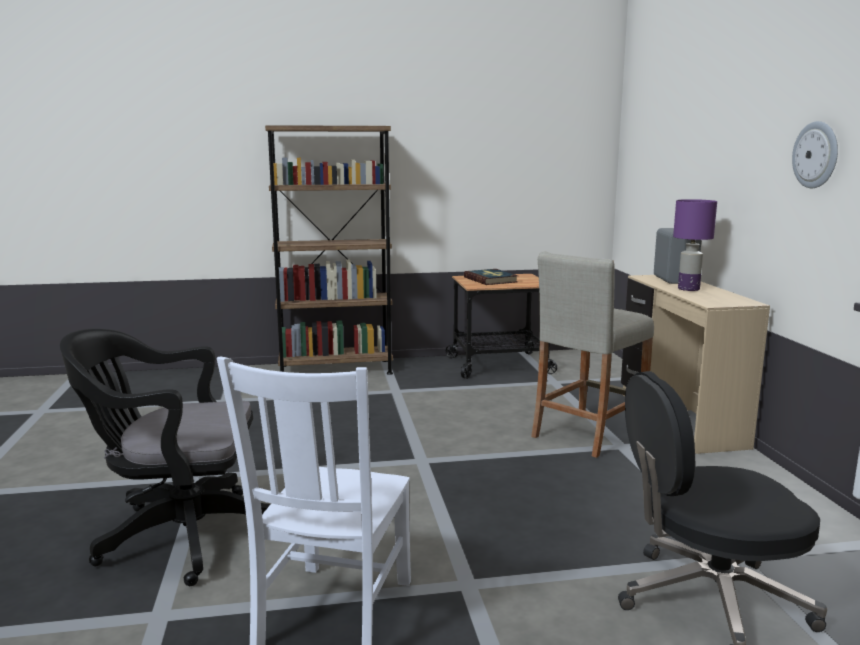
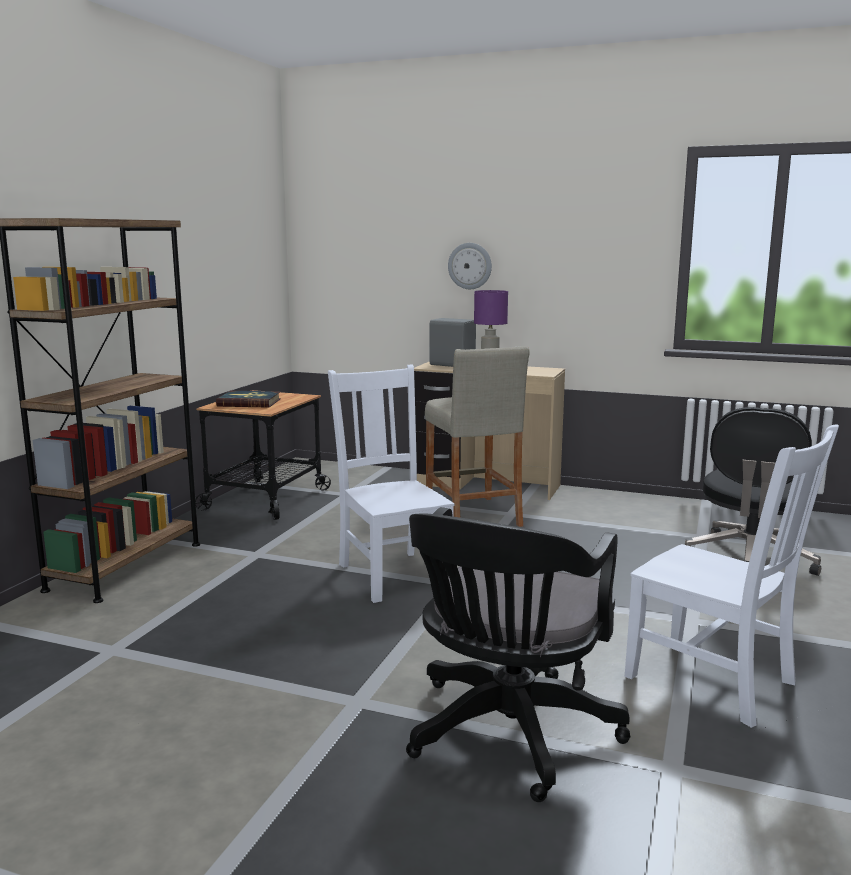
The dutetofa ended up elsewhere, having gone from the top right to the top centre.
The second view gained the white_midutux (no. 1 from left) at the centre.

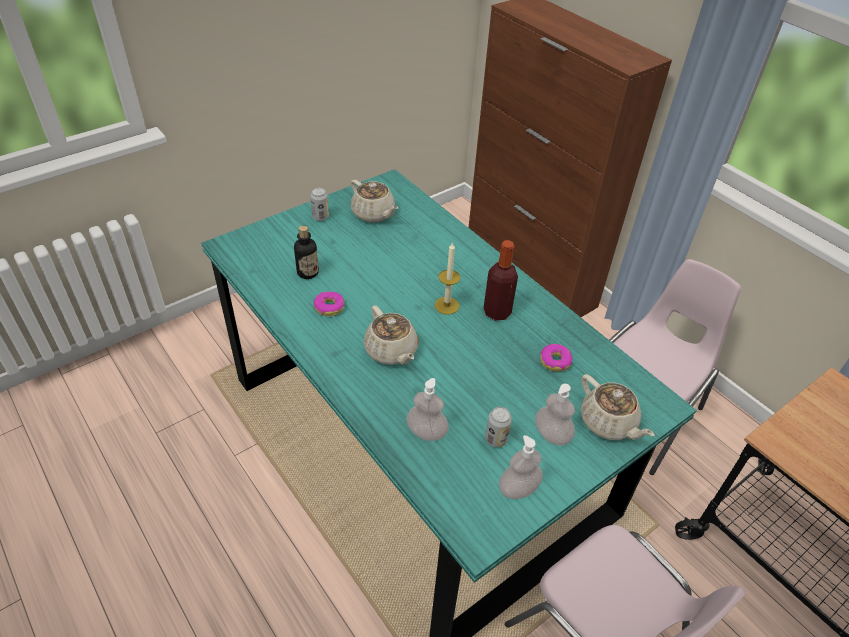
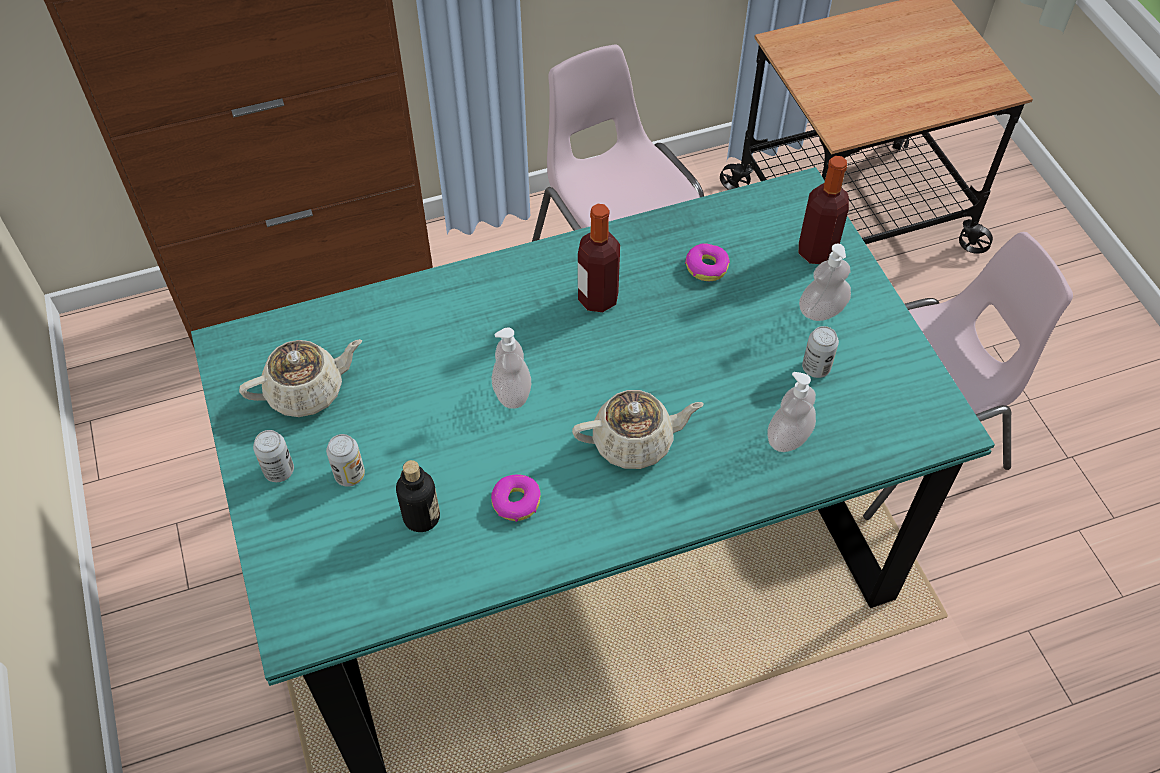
The second view lost the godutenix at the centre.
The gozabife (no. 2 from left in the first image) ended up elsewhere, having gone from the bottom centre to the centre.
Where the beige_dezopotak (no. 3 from left) stood at the middle right, the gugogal (no. 3 from left) came to stand at the top right.
The second view gained the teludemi (no. 2 from left) at the middle left.

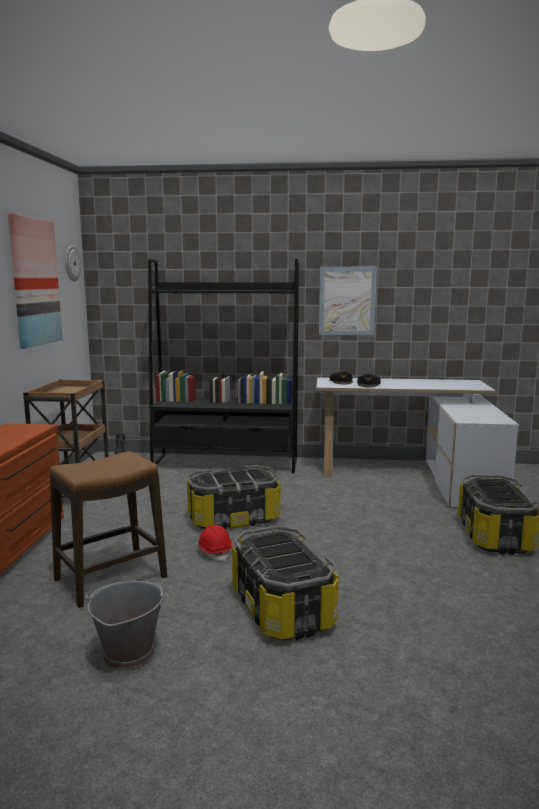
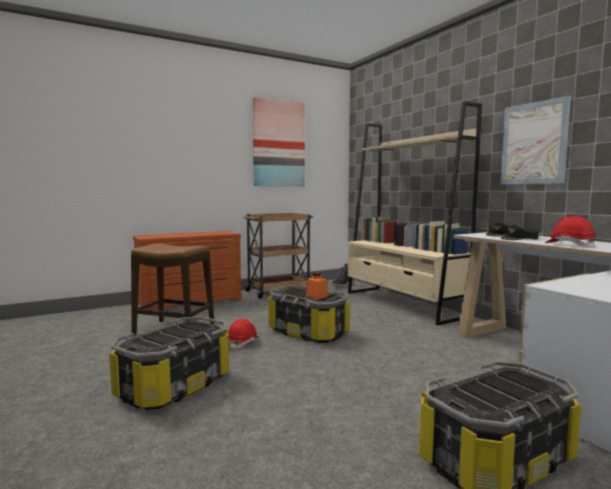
The second view lost the dutetofa at the top left.
The second view lost the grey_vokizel at the bottom left.
What was the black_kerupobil at the centre turned into the beige_kerupobil at the middle right.
The second view gained the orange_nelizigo at the centre.
The second view gained the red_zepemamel (no. 2 from left) at the middle right.

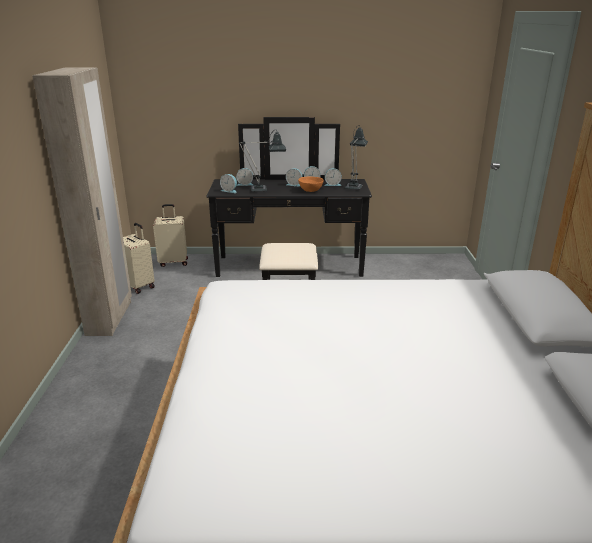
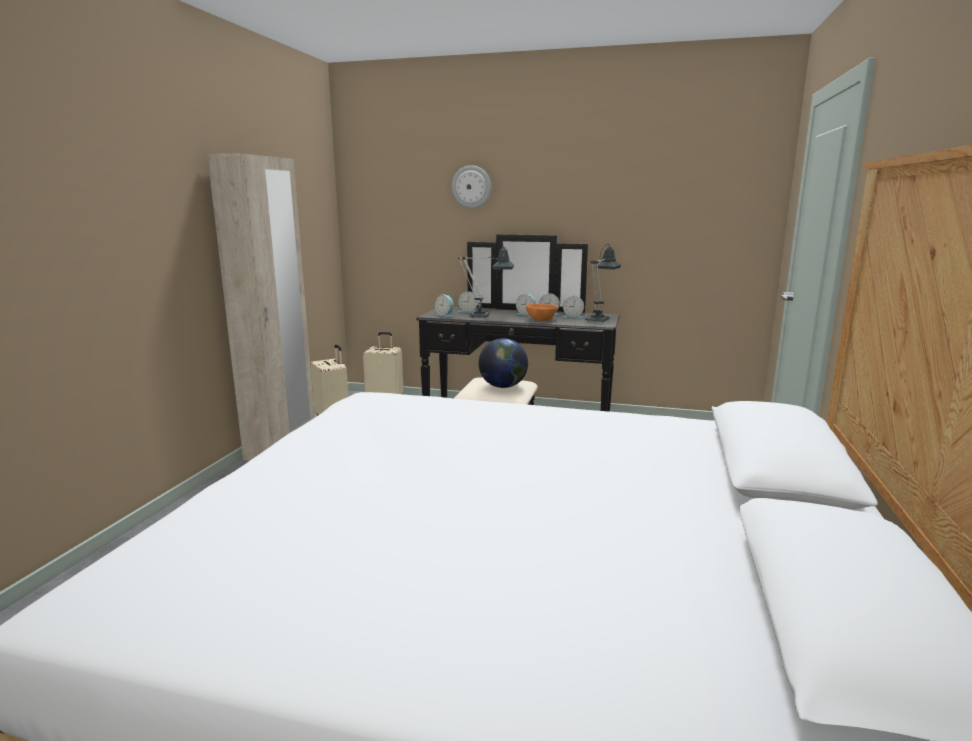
The second view gained the dutetofa at the top centre.
The second view gained the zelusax at the centre.

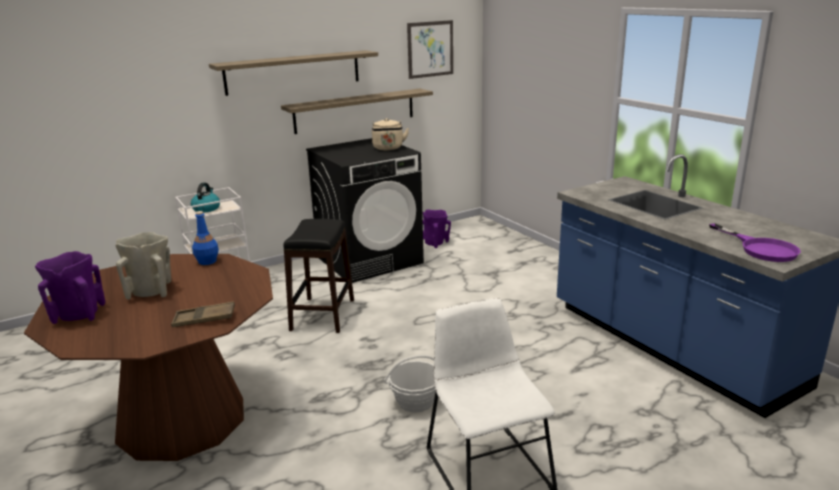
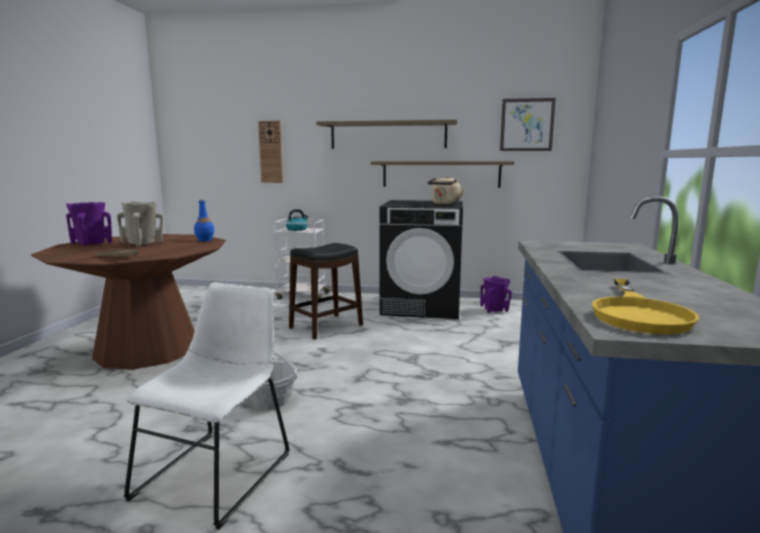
What was the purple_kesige at the middle right turned into the yellow_kesige at the middle right.
The second view gained the dutetofa at the top centre.

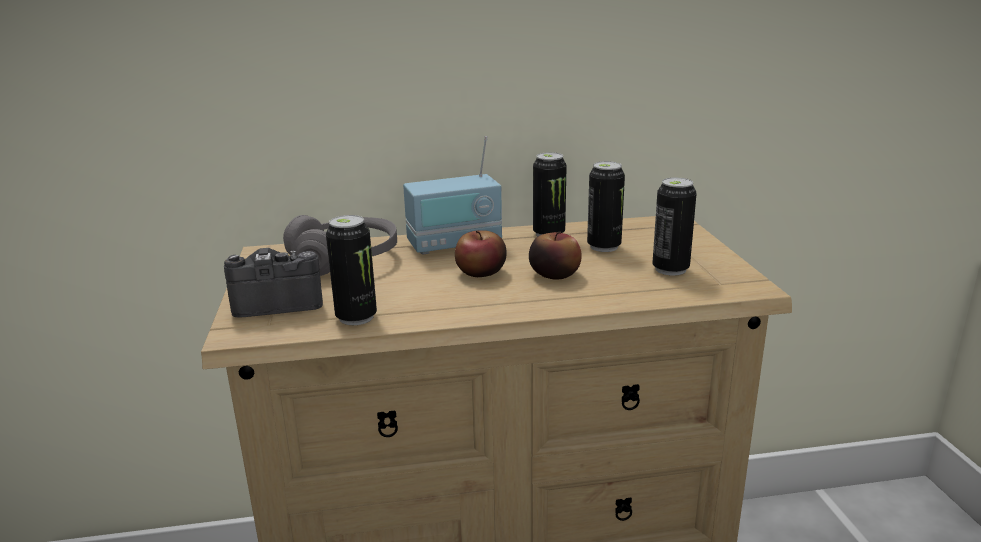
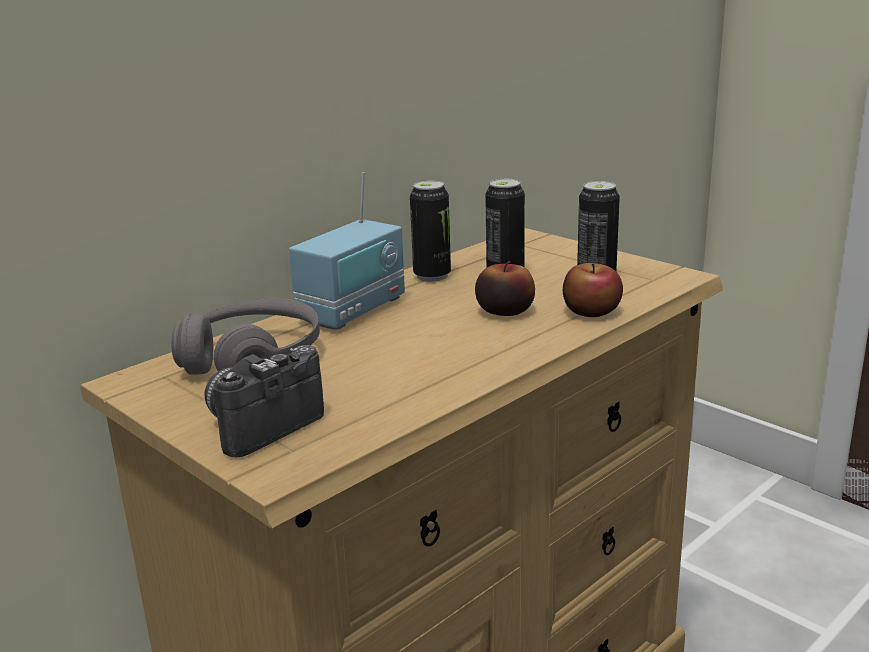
The second view lost the teludemi (no. 1 from left) at the centre.
The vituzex (no. 1 from left in the first image) ended up elsewhere, having gone from the centre to the middle right.

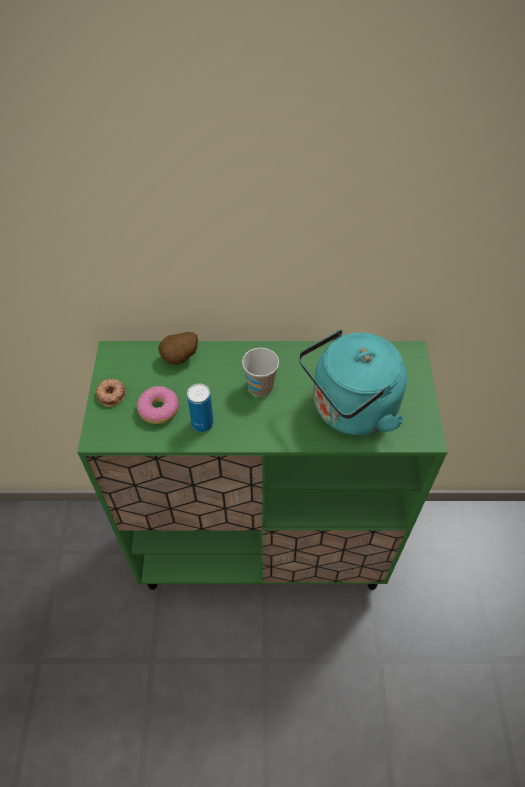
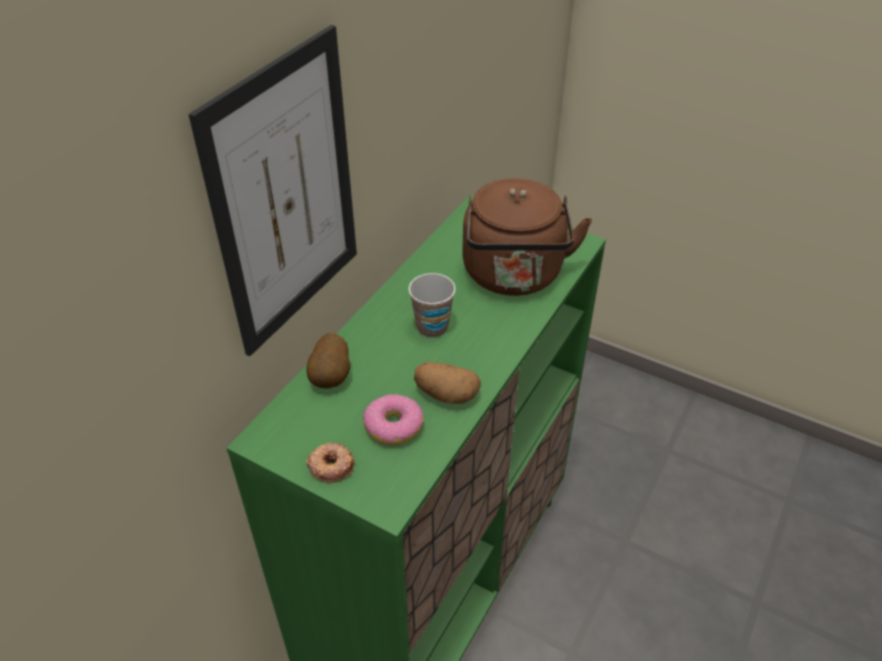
Where the teludemi stood at the centre, the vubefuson (no. 2 from left) came to stand at the centre.
What was the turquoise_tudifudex at the middle right turned into the brown_tudifudex at the centre.
The second view gained the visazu at the top left.

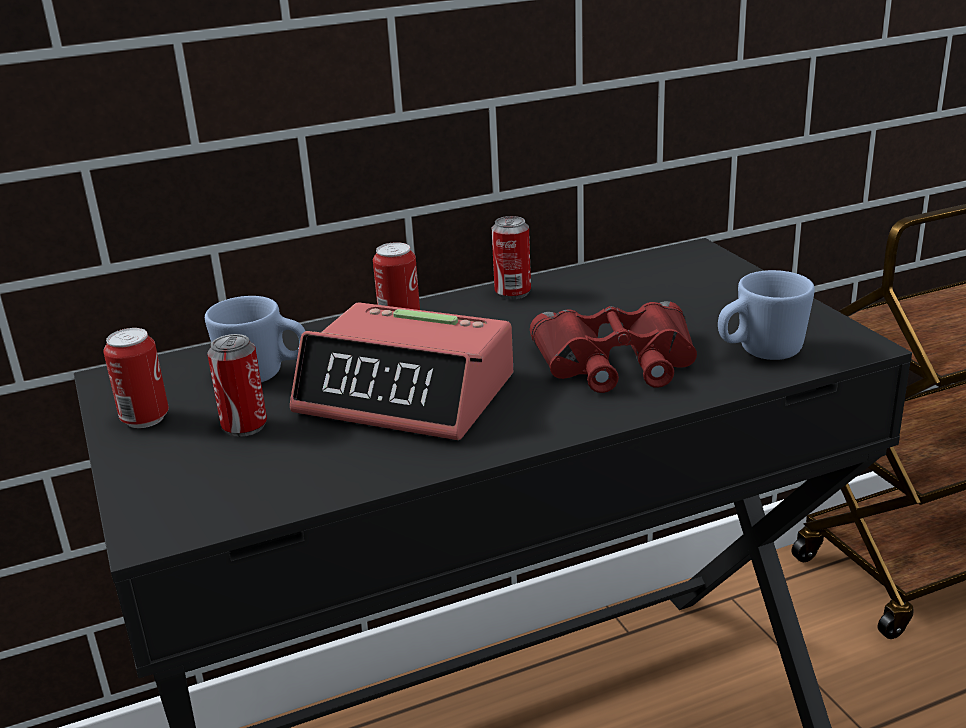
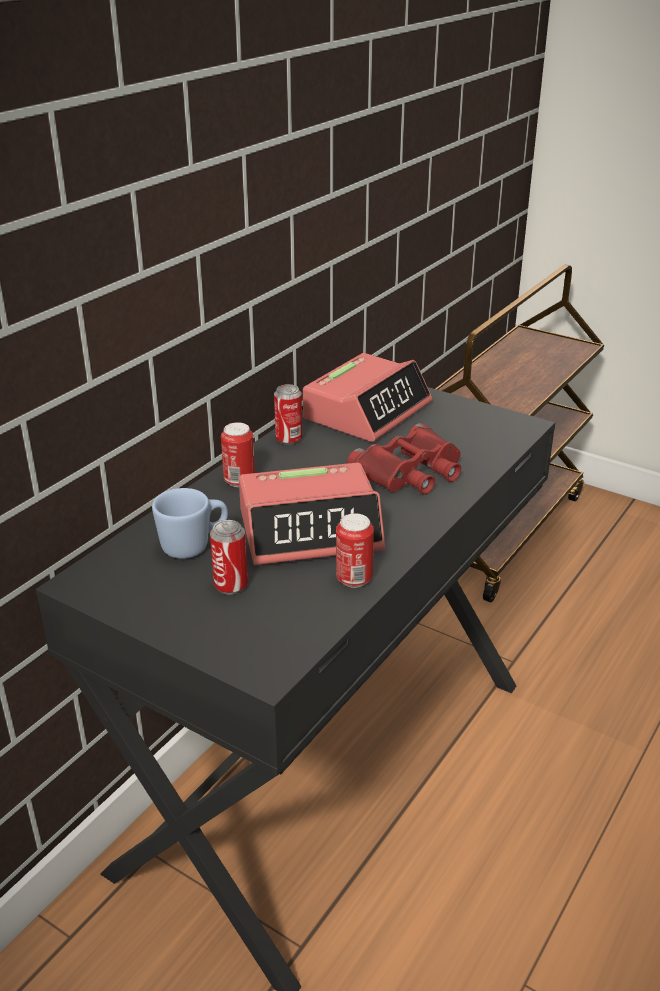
The teludemi (no. 1 from left in the first image) ended up elsewhere, having gone from the middle left to the centre.
The second view lost the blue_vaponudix (no. 2 from left) at the middle right.
The second view gained the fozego (no. 2 from left) at the centre.

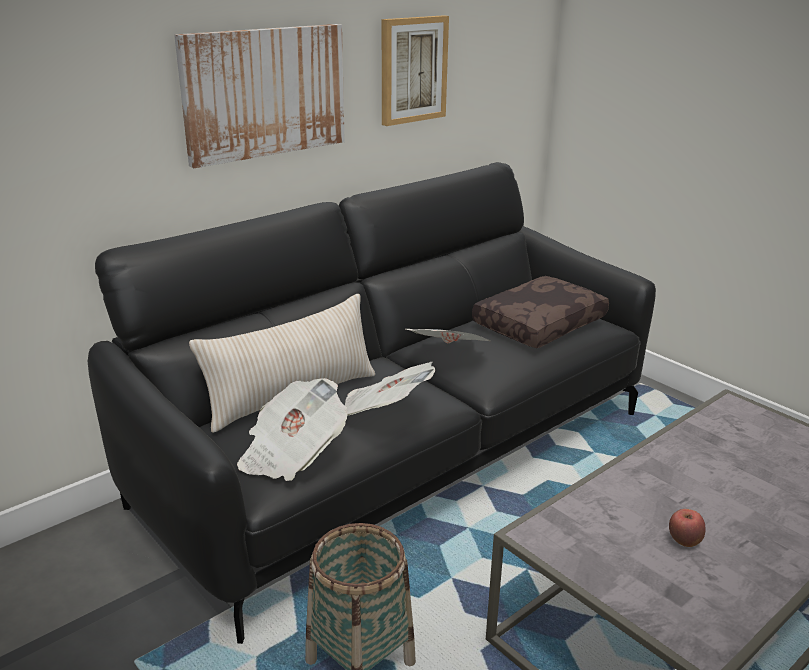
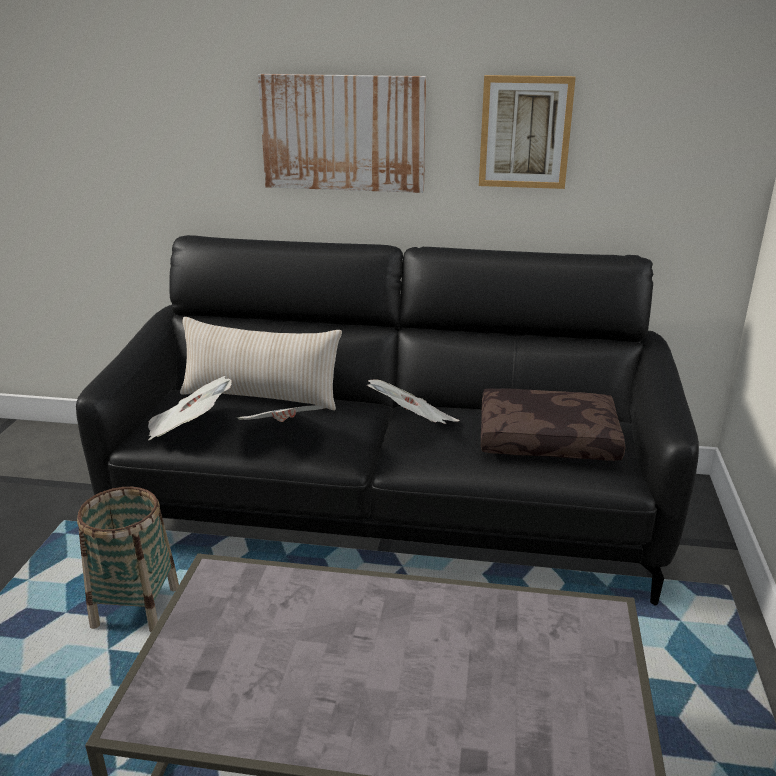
The second view lost the vituzex at the bottom right.

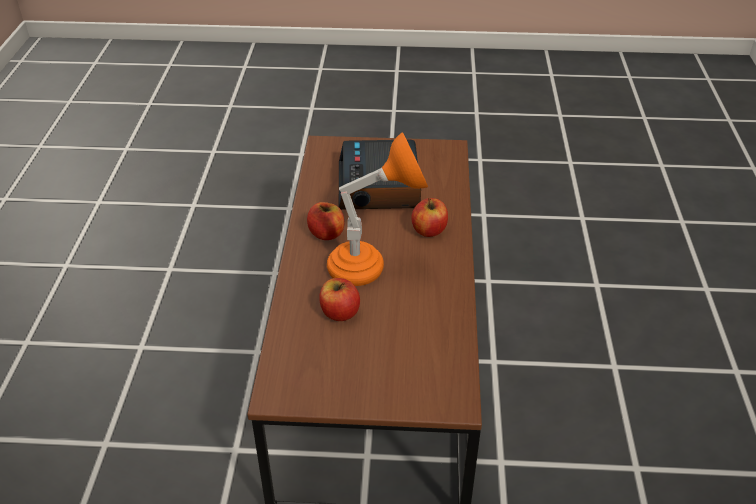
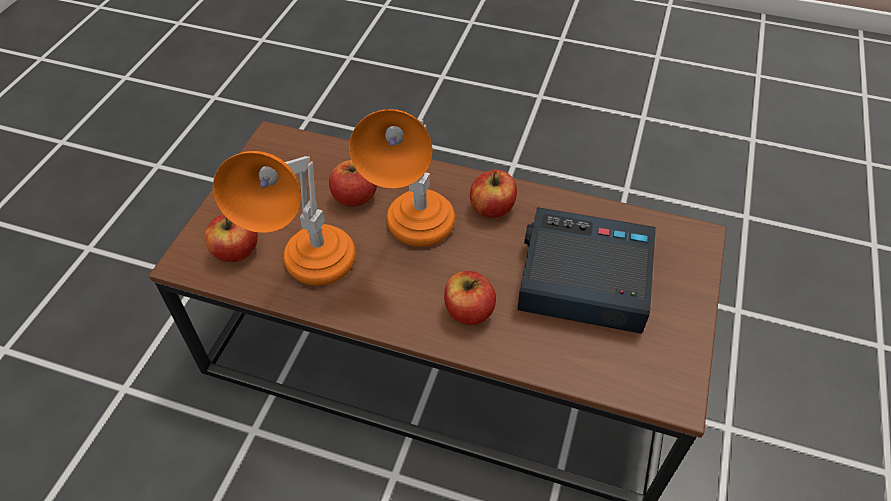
The second view gained the vituzex (no. 1 from left) at the middle left.
The second view gained the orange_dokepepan (no. 1 from left) at the middle left.

